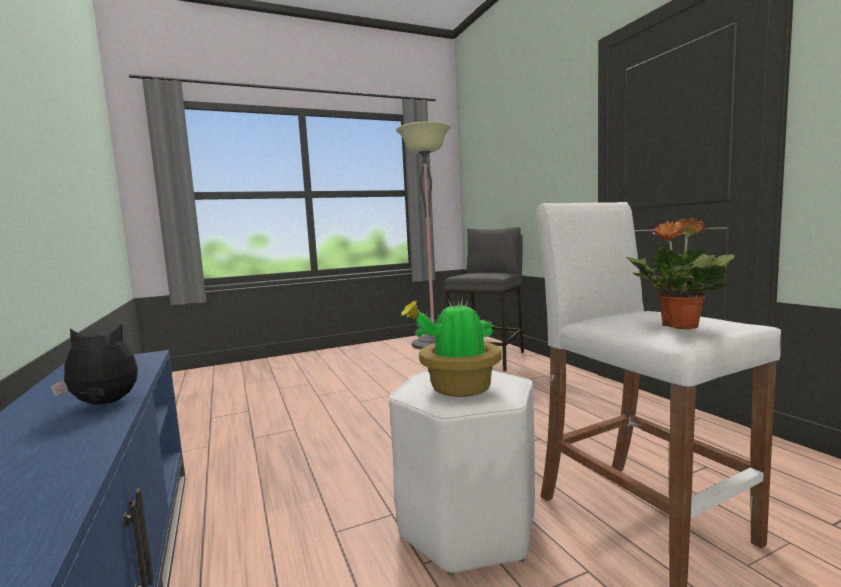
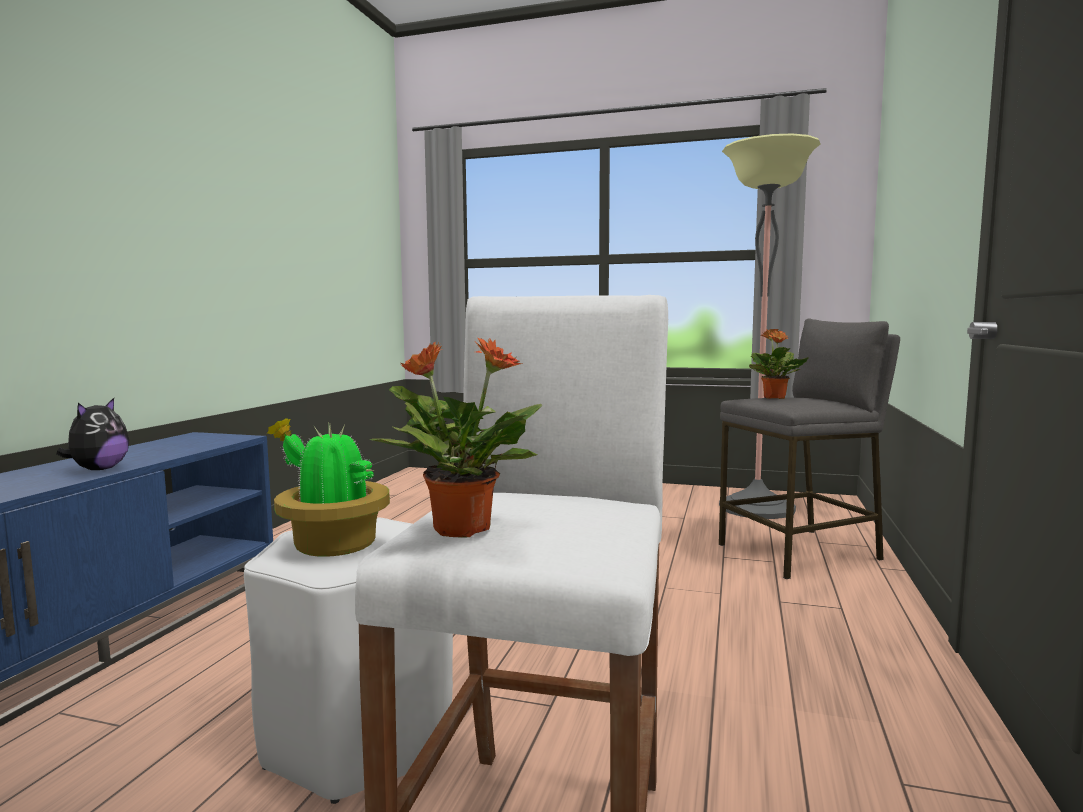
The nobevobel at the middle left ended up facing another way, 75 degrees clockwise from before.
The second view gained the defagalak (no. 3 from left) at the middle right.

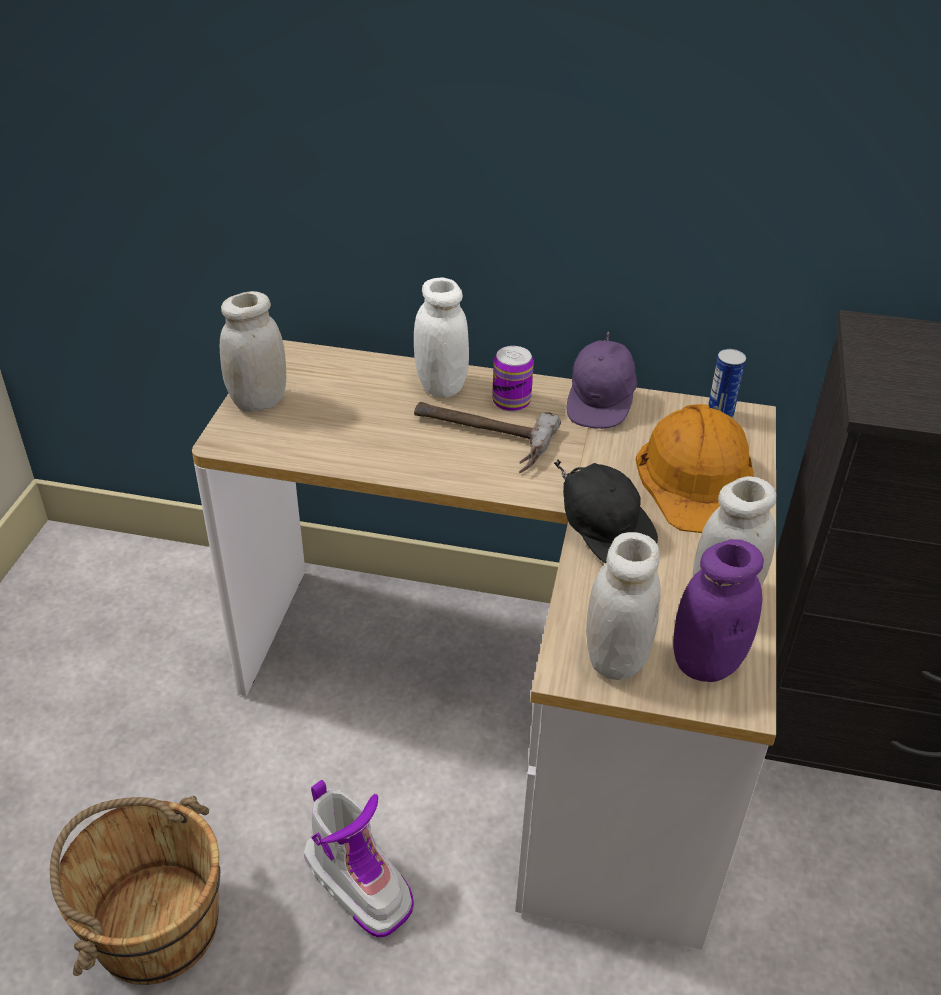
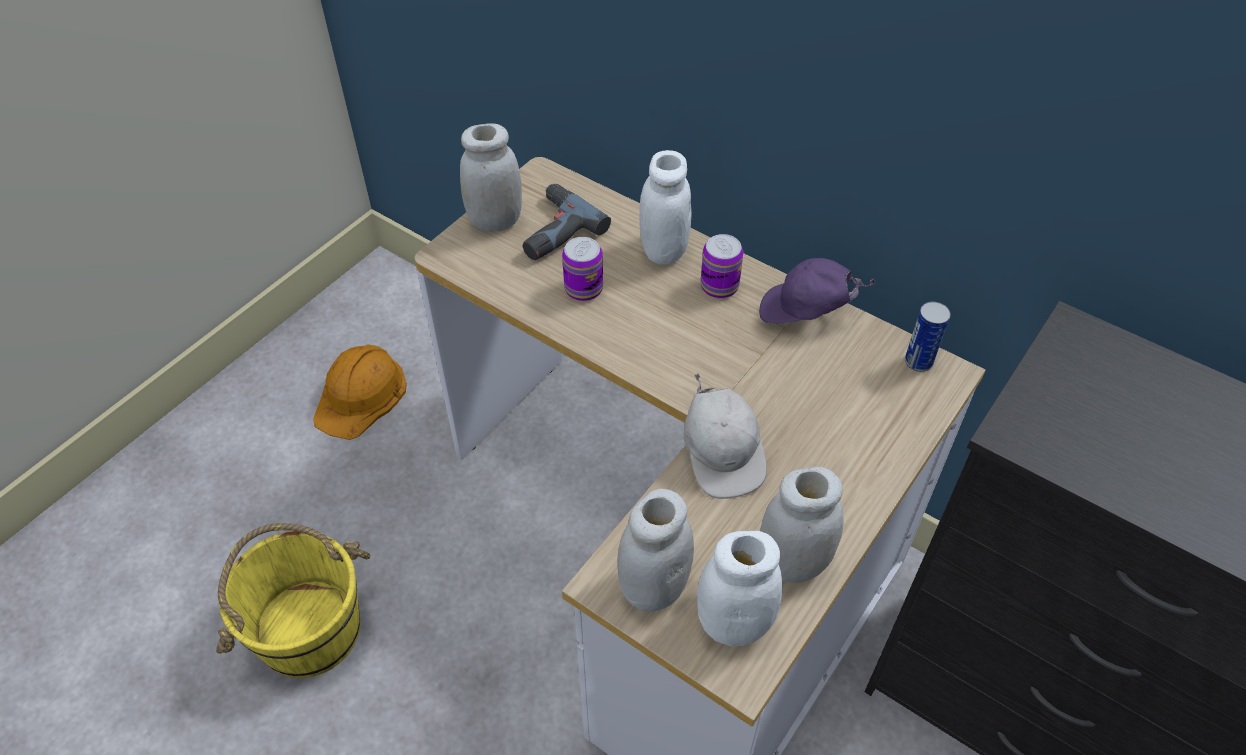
What was the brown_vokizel at the bottom left turned into the yellow_vokizel at the bottom left.
The second view lost the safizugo at the bottom centre.
The second view lost the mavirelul at the centre.
What was the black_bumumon at the centre turned into the white_bumumon at the centre.
The purple_bumumon at the centre ended up facing another way, 60 degrees clockwise from before.
The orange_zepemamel ended up elsewhere, having gone from the middle right to the middle left.
What was the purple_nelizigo at the middle right turned into the white_nelizigo (no. 4 from left) at the bottom centre.
The second view gained the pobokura at the top centre.
The second view gained the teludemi (no. 1 from left) at the centre.

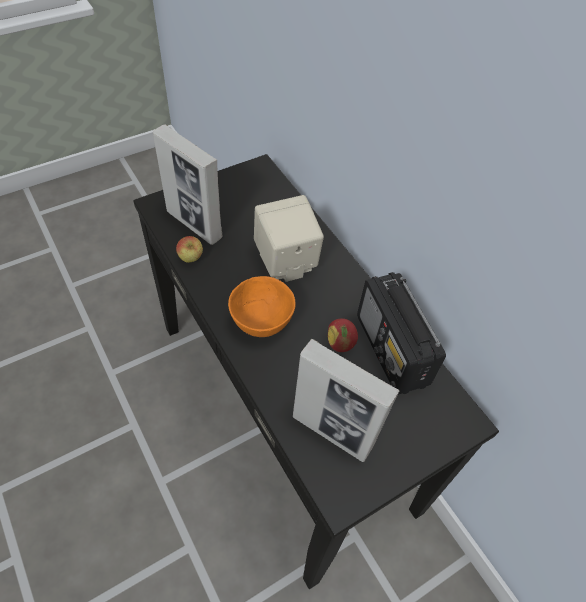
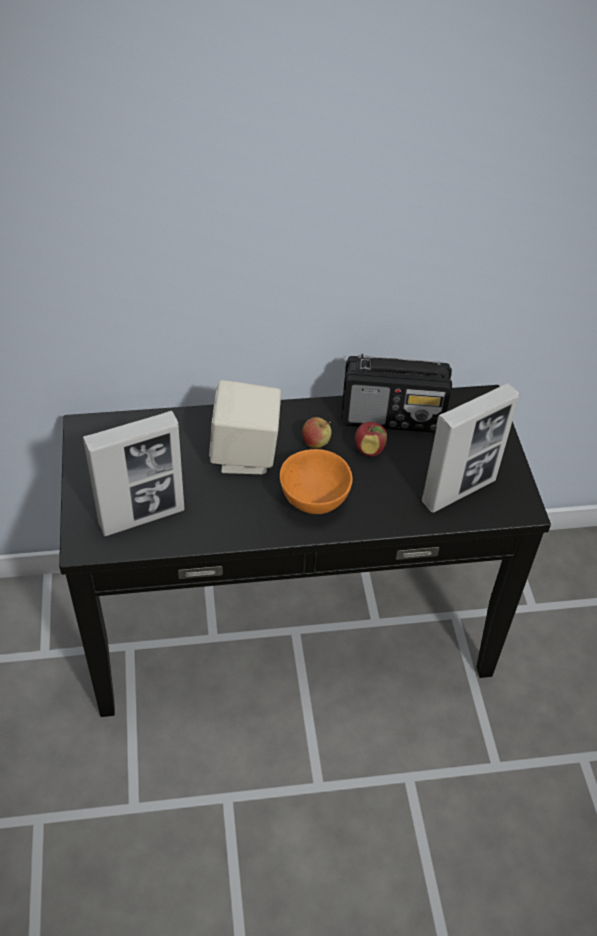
The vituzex (no. 1 from left) ended up elsewhere, having gone from the middle left to the centre.

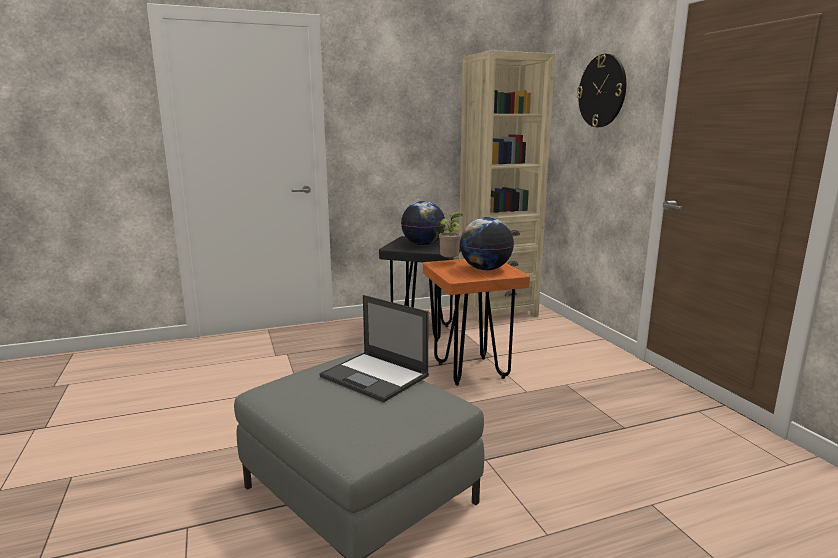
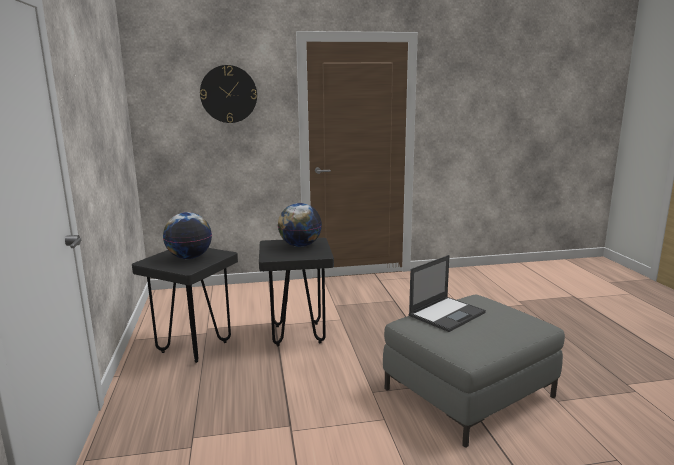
What was the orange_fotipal at the centre turned into the black_fotipal (no. 2 from left) at the centre.
The second view lost the defagalak at the centre.
The second view lost the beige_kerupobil at the centre.

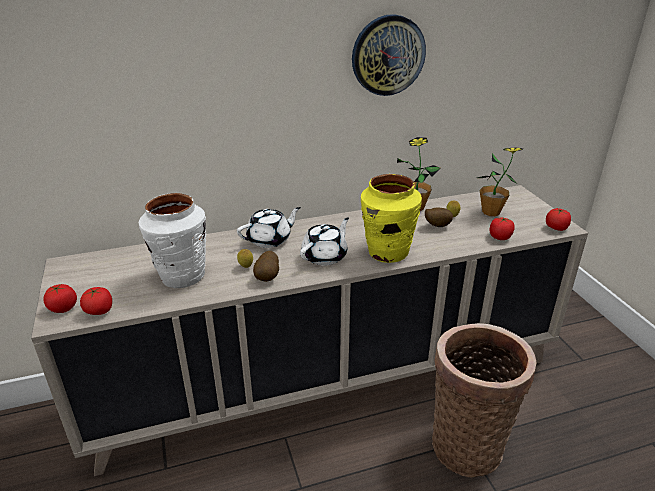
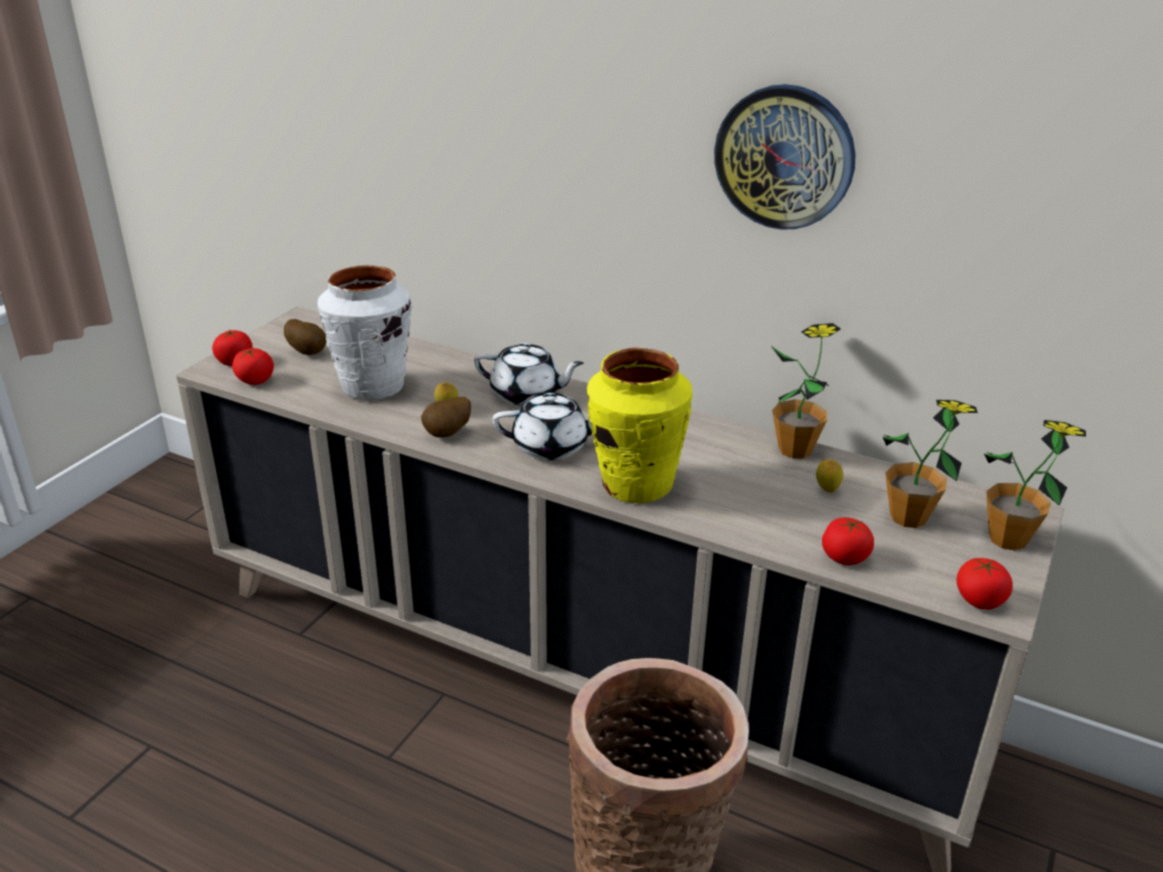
The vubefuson (no. 2 from left in the first image) ended up elsewhere, having gone from the middle right to the middle left.
The second view gained the defagalak (no. 3 from left) at the middle right.

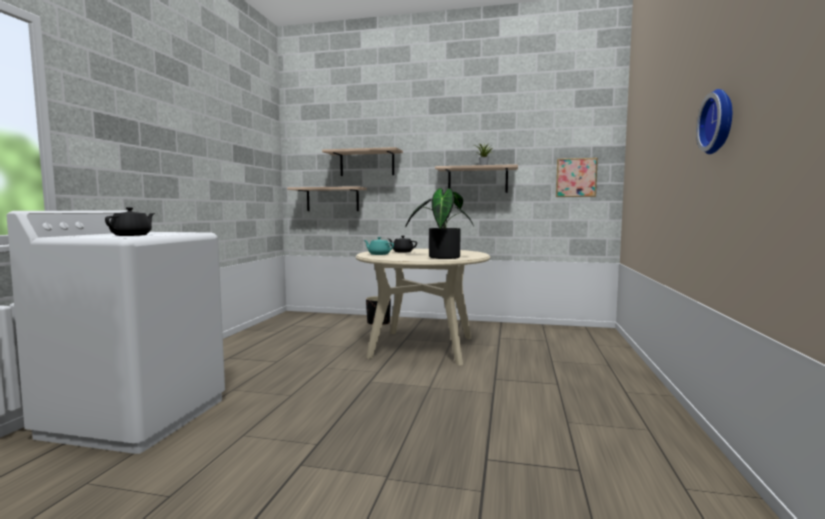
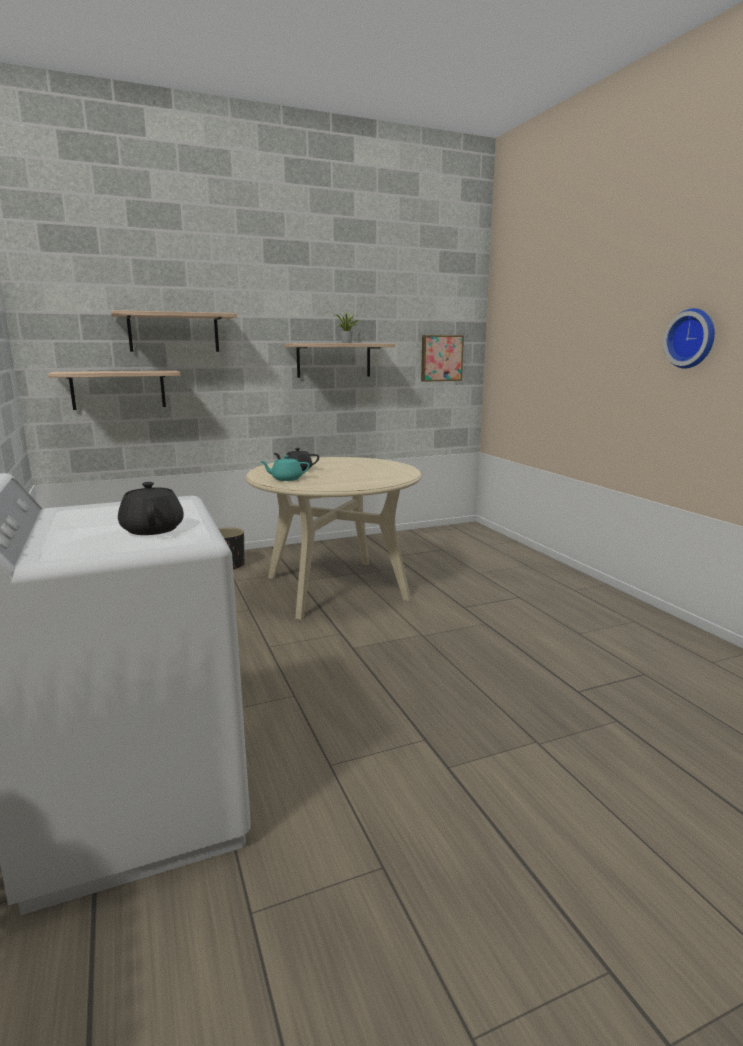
The second view lost the defagalak (no. 1 from left) at the centre.

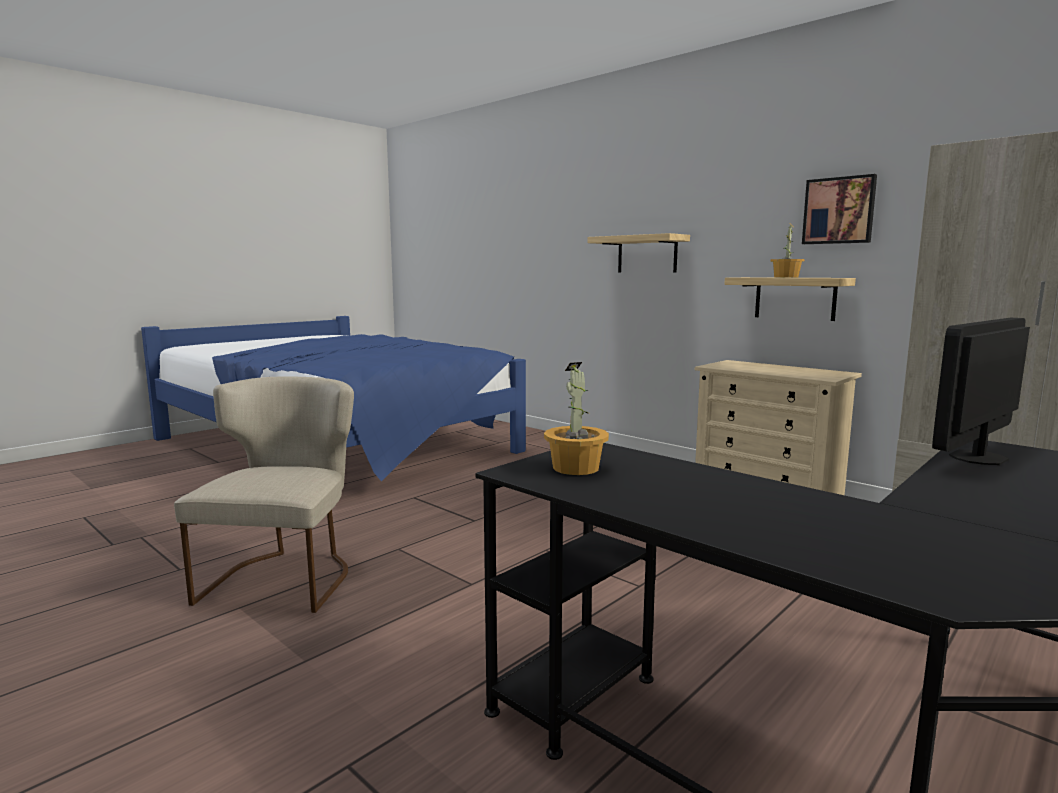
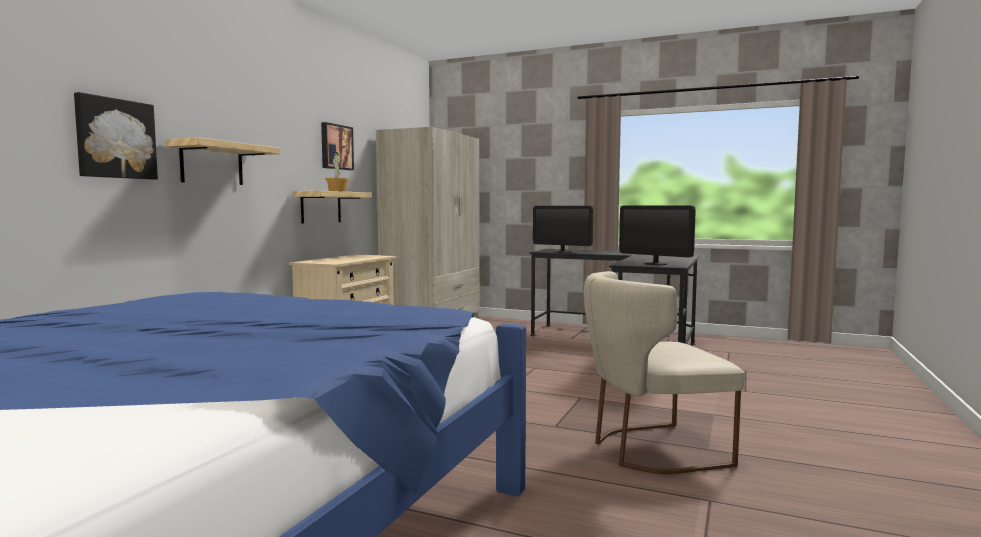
Where the defagalak (no. 1 from left) stood at the centre, the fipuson (no. 2 from left) came to stand at the middle right.
The second view gained the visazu (no. 1 from left) at the top left.

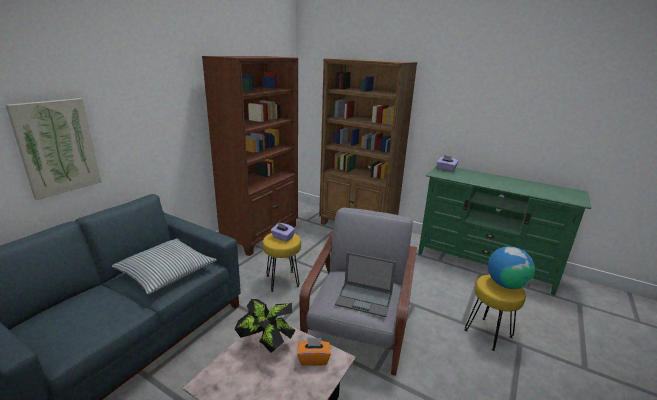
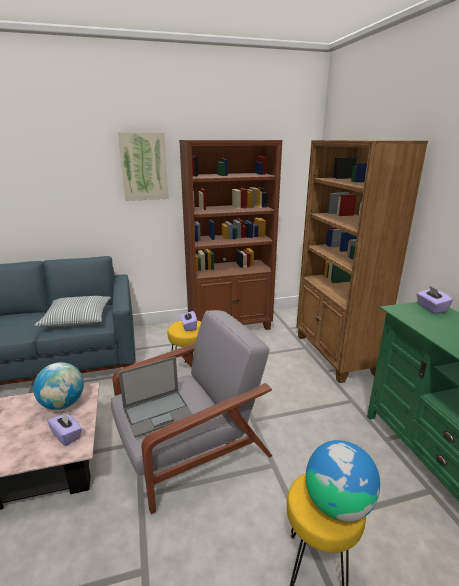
The visazu ended up elsewhere, having gone from the middle left to the top left.
Where the defagalak stood at the bottom centre, the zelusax (no. 1 from left) came to stand at the middle left.
What was the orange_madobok at the bottom centre turned into the purple_madobok (no. 1 from left) at the bottom left.
The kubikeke at the bottom centre ended up facing another way, 90 degrees counterclockwise from before.

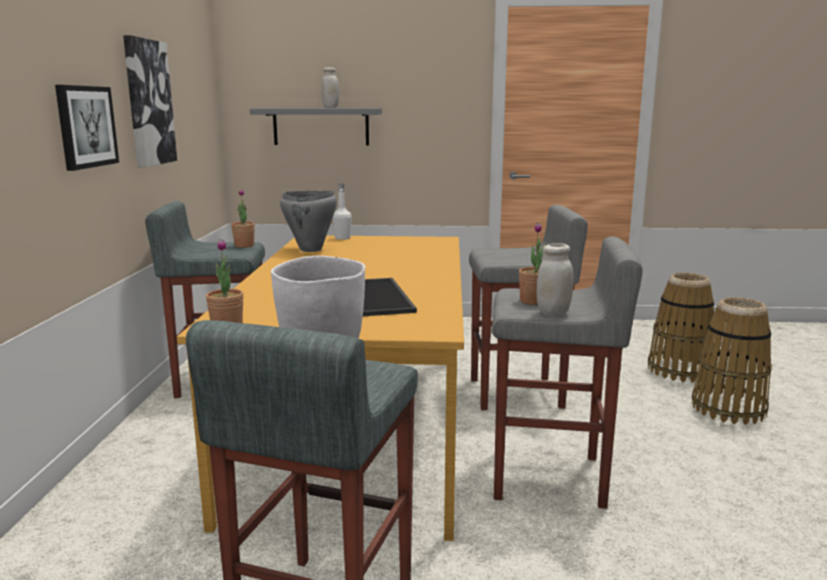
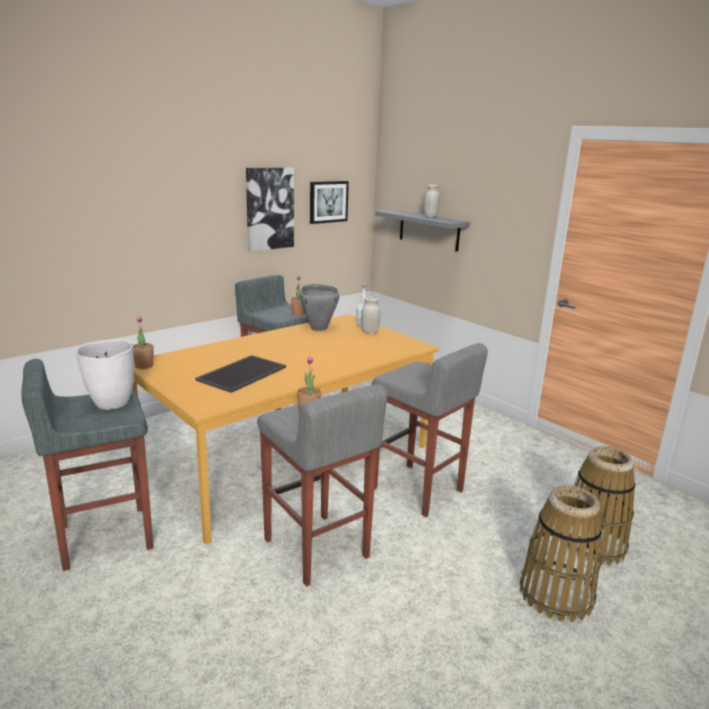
The visazu (no. 1 from left in the first image) ended up elsewhere, having gone from the top left to the top centre.
The white_nelizigo (no. 2 from left in the first image) ended up elsewhere, having gone from the middle right to the centre.

